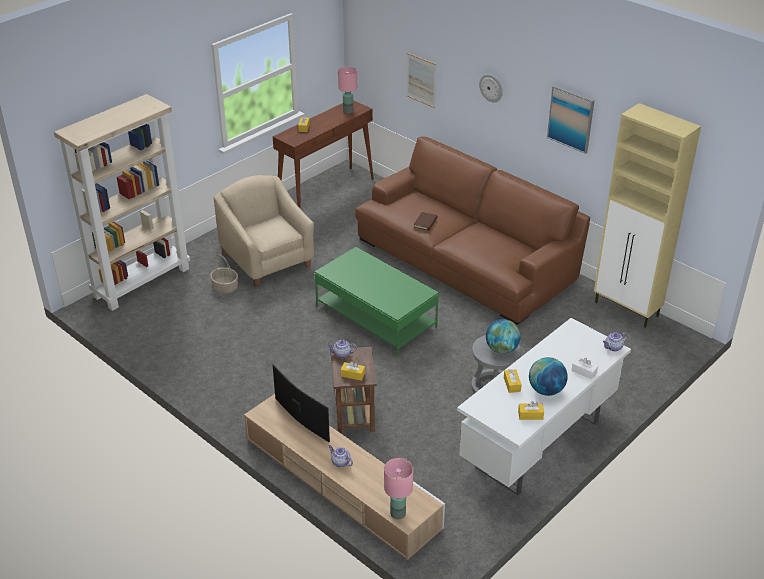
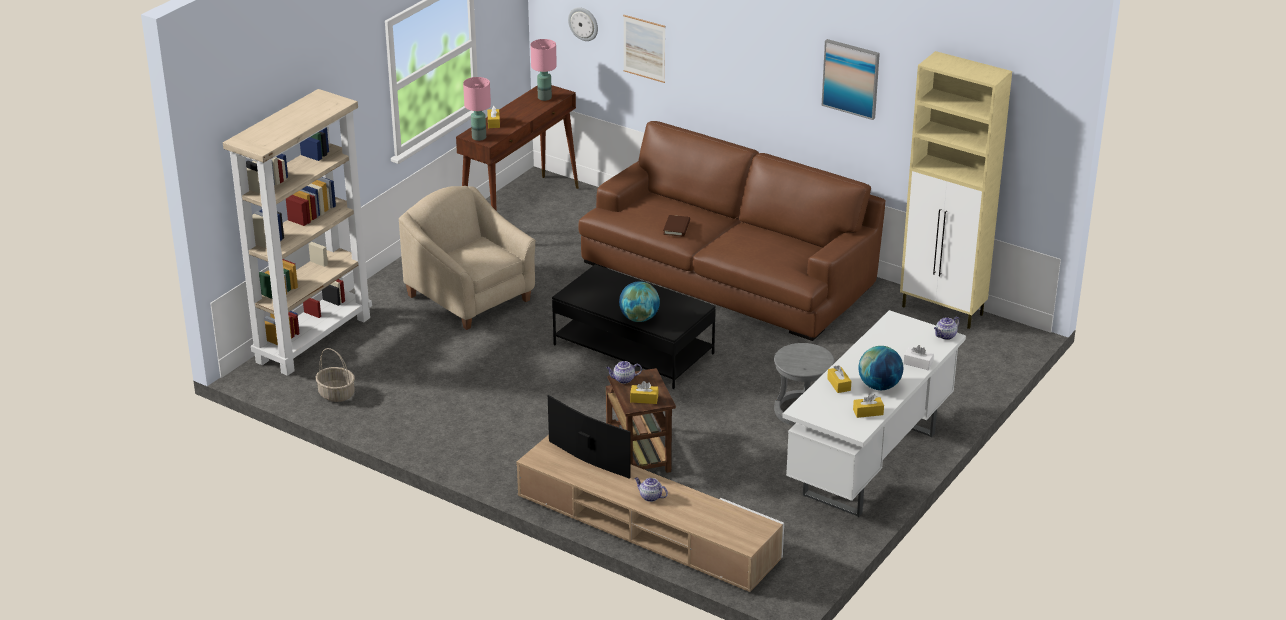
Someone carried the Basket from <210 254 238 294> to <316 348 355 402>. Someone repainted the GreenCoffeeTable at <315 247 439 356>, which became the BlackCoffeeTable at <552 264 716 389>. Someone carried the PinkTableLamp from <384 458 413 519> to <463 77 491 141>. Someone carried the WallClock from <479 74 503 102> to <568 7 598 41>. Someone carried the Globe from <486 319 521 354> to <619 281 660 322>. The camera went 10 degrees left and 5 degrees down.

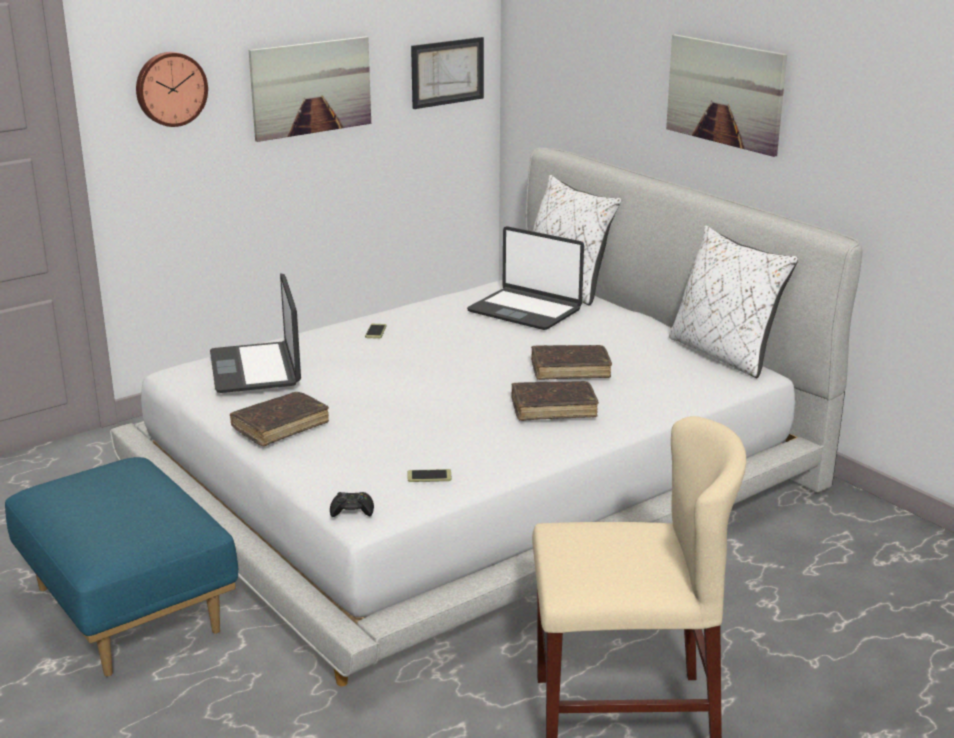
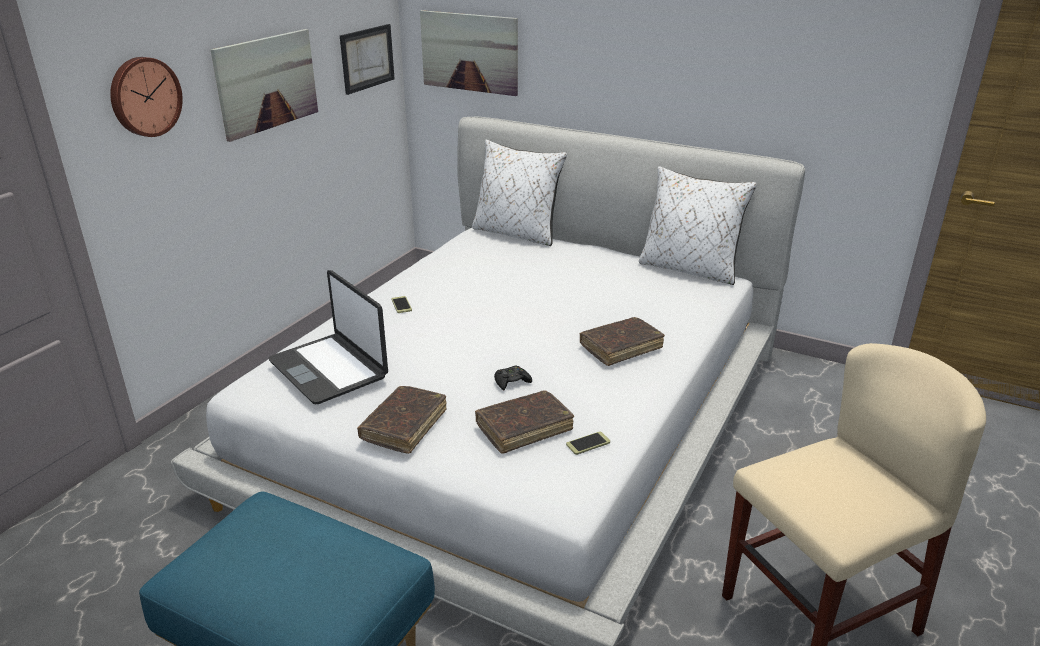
Someone carried the BlackGameController from <330 492 374 517> to <494 365 532 390>. Someone took away the Laptop at <467 226 584 330>. Someone carried the BrownBook from <531 345 612 380> to <475 390 574 454>. Someone carried the Picture from <666 34 787 157> to <420 10 518 96>. The camera went 25 degrees left and 5 degrees up.

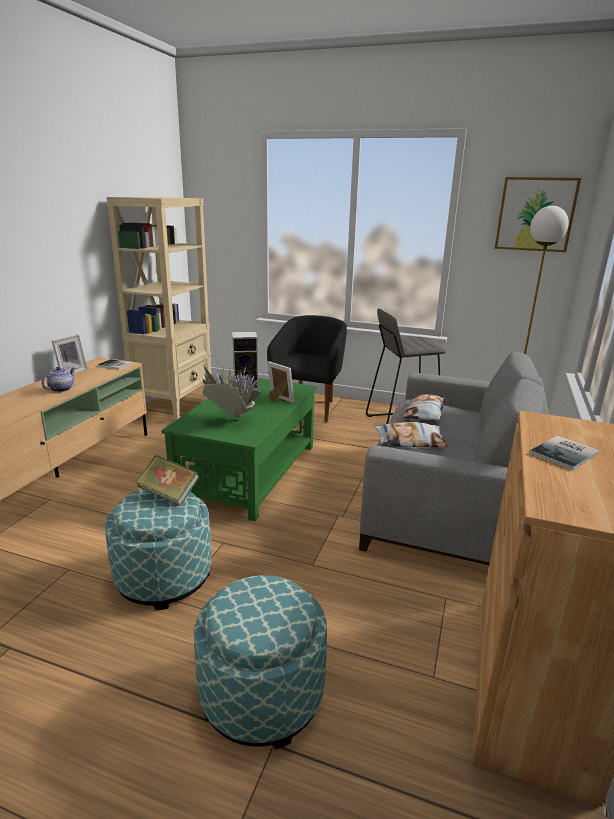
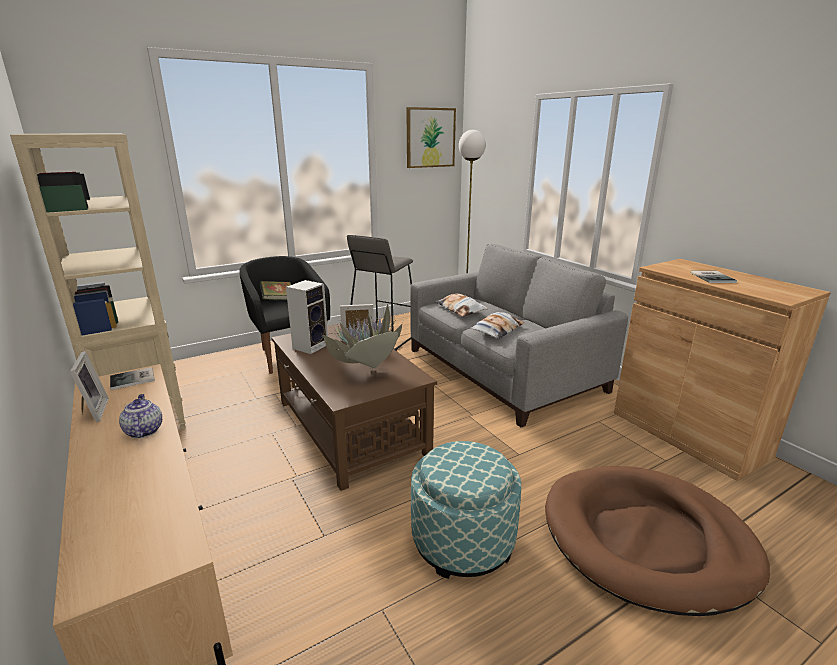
Someone carried the Book from <135 455 200 506> to <260 281 291 300>. Someone repainted the GreenCoffeeTable at <161 378 317 521>, which became the BrownCoffeeTable at <271 323 437 491>. Someone swapped the Ottoman at <194 575 327 750> for the BrownDogBed at <545 466 770 616>. The camera went 50 degrees left and 0 degrees up.

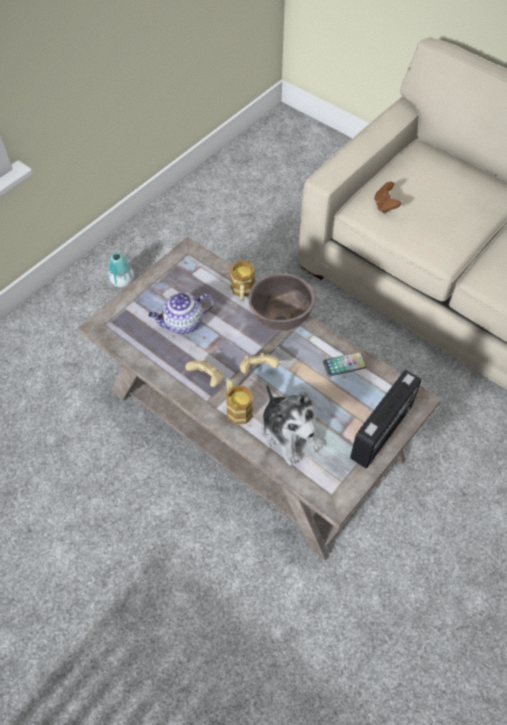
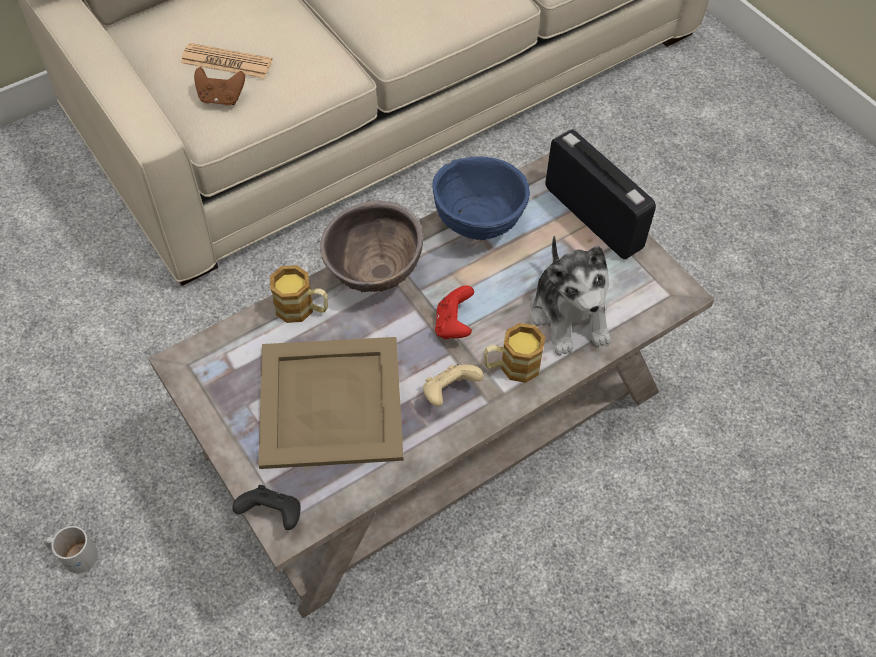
Someone swapped the Vase at <108 253 134 287> for the WhiteMug at <44 526 98 573>. Someone swapped the Teapot at <148 292 214 334> for the BeigeTray at <258 337 404 469>. Someone repainted the BeigeGameController at <240 353 279 373>, which became the RedGameController at <435 285 474 339>. Someone rotated the PlushToy at <261 383 323 466> by 90 degrees clockwise. Someone swapped the Phone at <323 352 367 376> for the BlueBowl at <432 156 530 240>. Someone put down the Newspaper at <181 43 273 78>. Someone put down the BlackGameController at <232 485 300 530>. The camera went 75 degrees left and 0 degrees up.

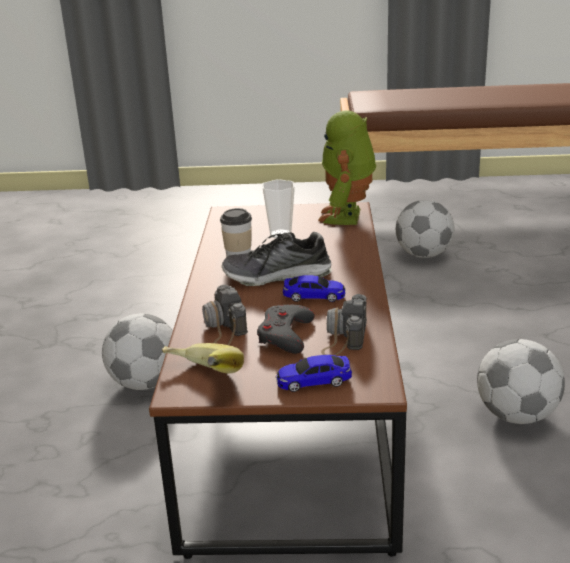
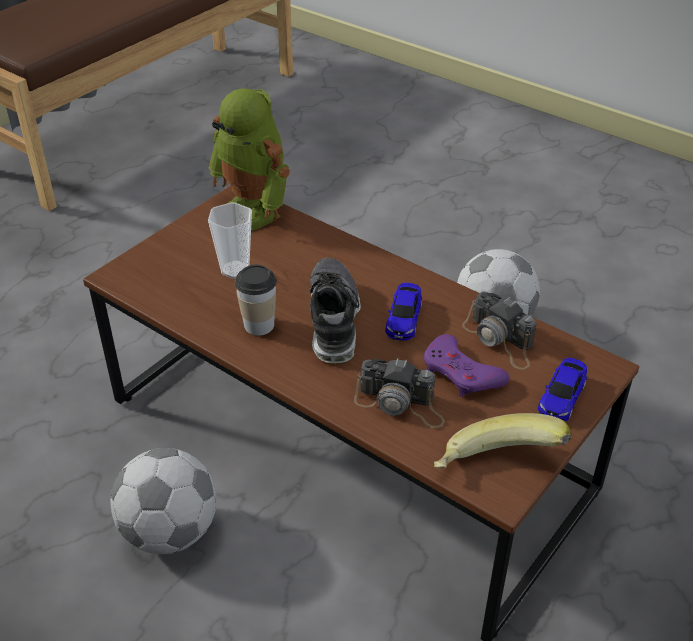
Someone rotated the Shoe at <222 232 332 286> by 150 degrees clockwise. Someone repainted the GreyGameController at <257 305 315 354>, which became the PurpleGameController at <424 334 509 397>. Someone rotated the ToyCar at <283 275 346 302> by 150 degrees clockwise. Someone took away the Football at <396 200 455 258>. The camera went 55 degrees left and 15 degrees up.

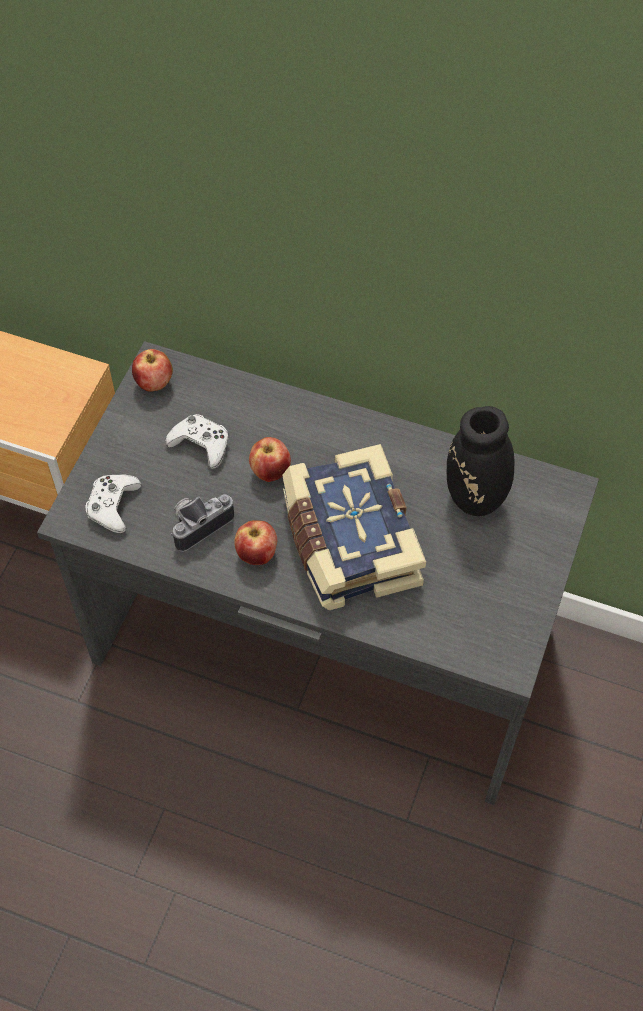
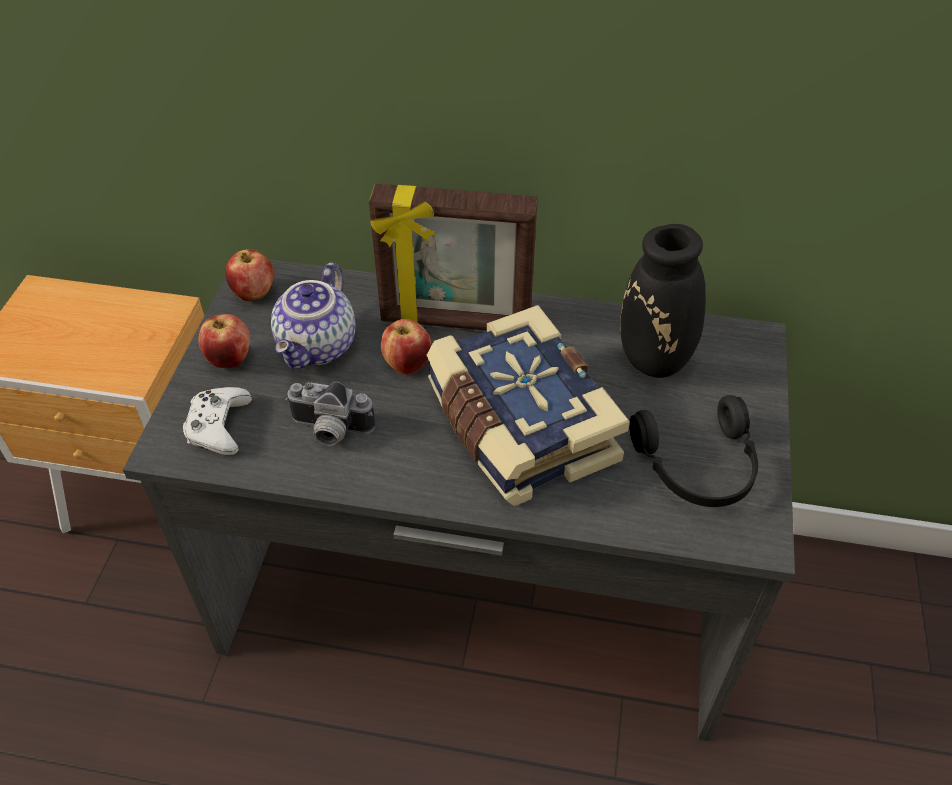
Someone swapped the WhiteGameController at <165 414 228 469> for the Teapot at <271 262 355 369>. Someone rotated the PhotoCamera at <170 494 234 552> by 120 degrees counterclockwise. Someone carried the Apple from <234 520 277 565> to <198 314 250 368>. Someone put down the PictureFrame at <369 183 538 331>. Someone put down the BlackHeadphones at <629 395 758 507>. The camera went 10 degrees left and 10 degrees down.

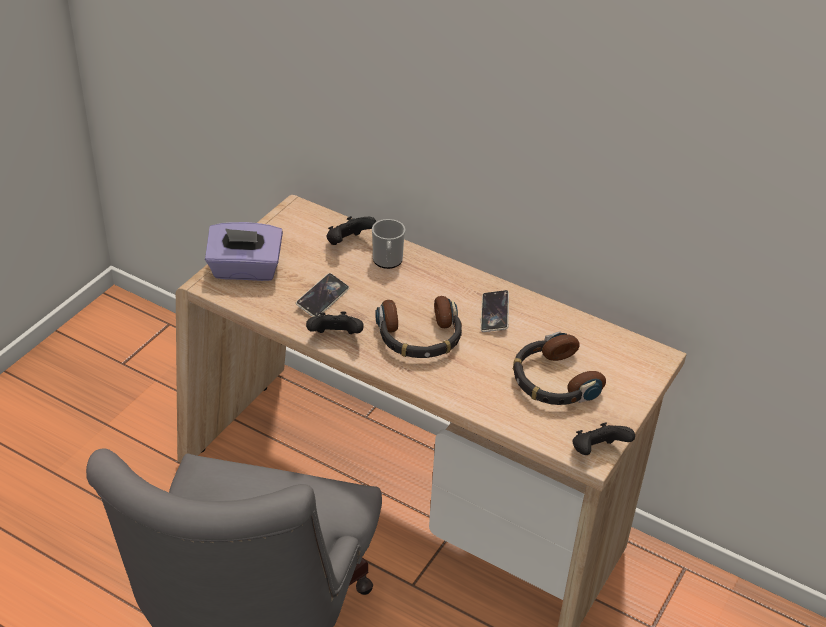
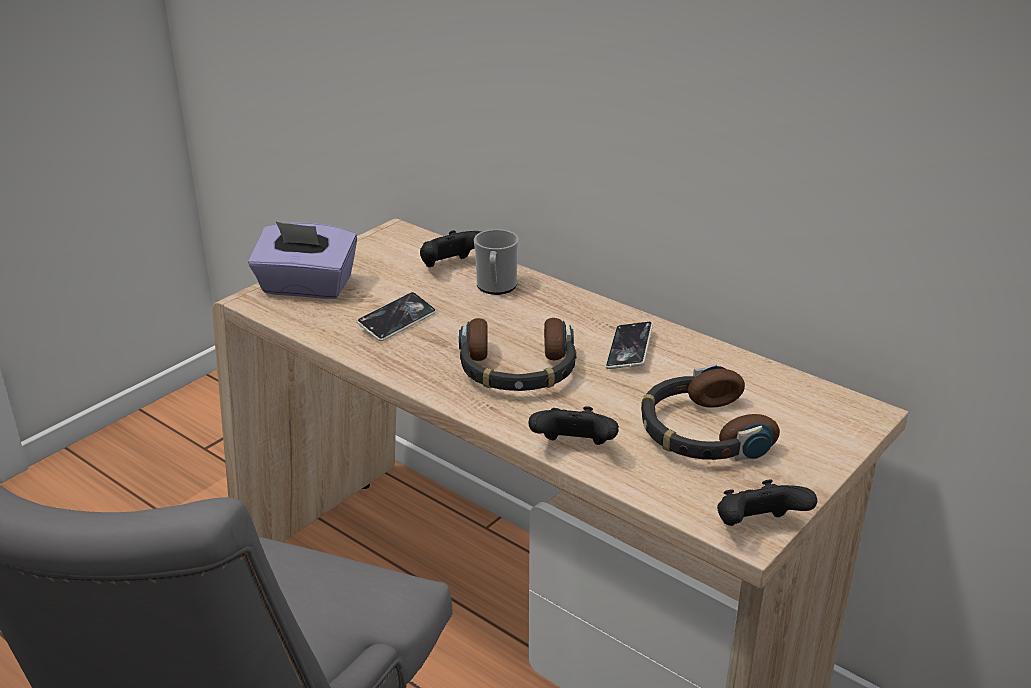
Someone carried the BlackGameController from <306 311 363 334> to <528 406 619 445>. The camera went 10 degrees right and 10 degrees down.

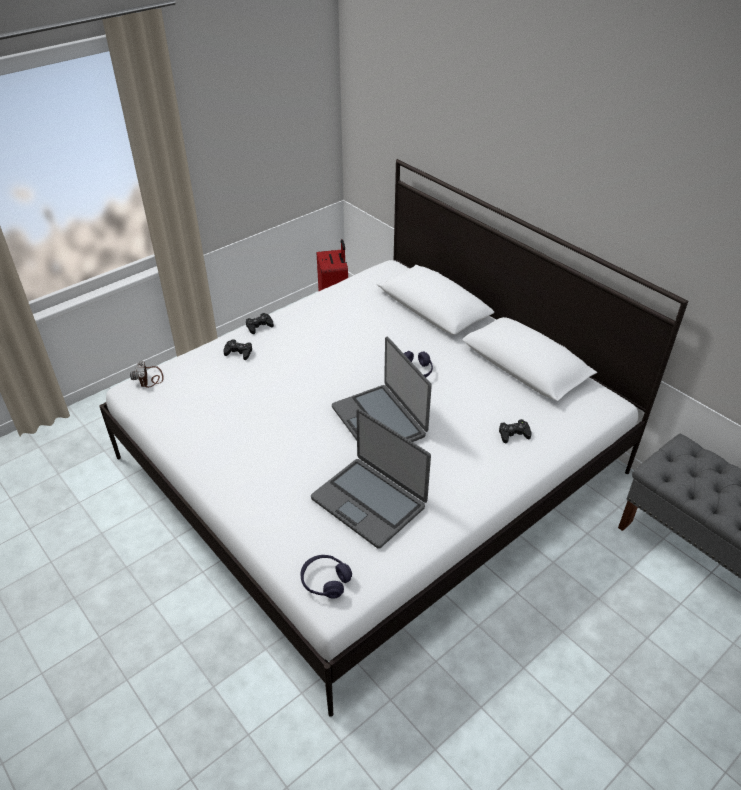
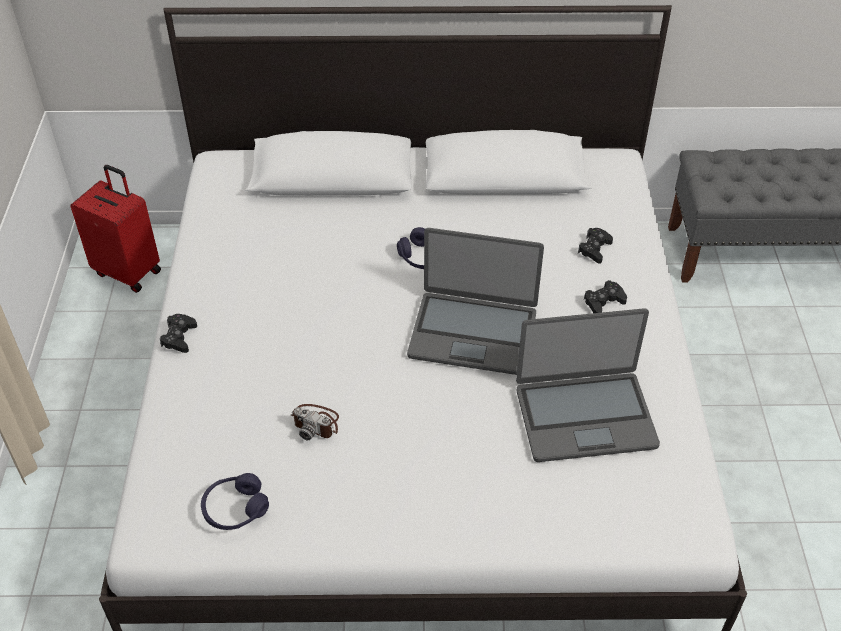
Someone carried the PhotoCamera from <130 361 164 388> to <291 404 339 440>. Someone carried the BlackGameController from <223 339 252 360> to <584 280 627 313>. Someone carried the PurpleHeadphones from <301 555 352 599> to <201 473 269 530>. The camera went 50 degrees left and 5 degrees up.

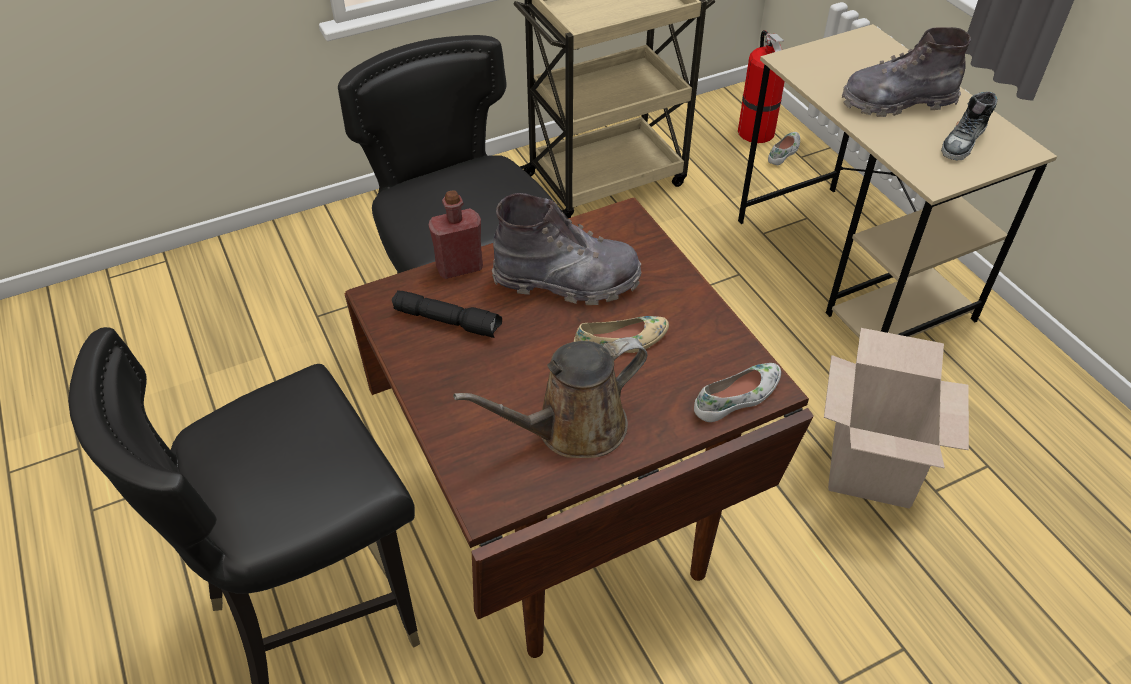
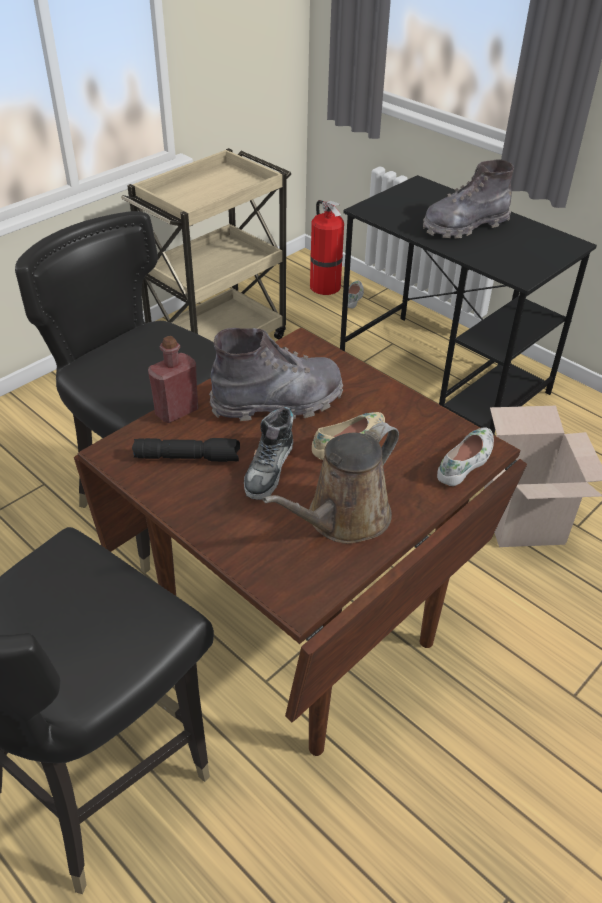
Someone repainted the BeigeDesk at <738 24 1057 338>, which became the BlackDesk at <340 175 597 435>. Someone carried the Shoe from <941 92 998 160> to <244 407 294 500>. The camera went 20 degrees left and 5 degrees down.

